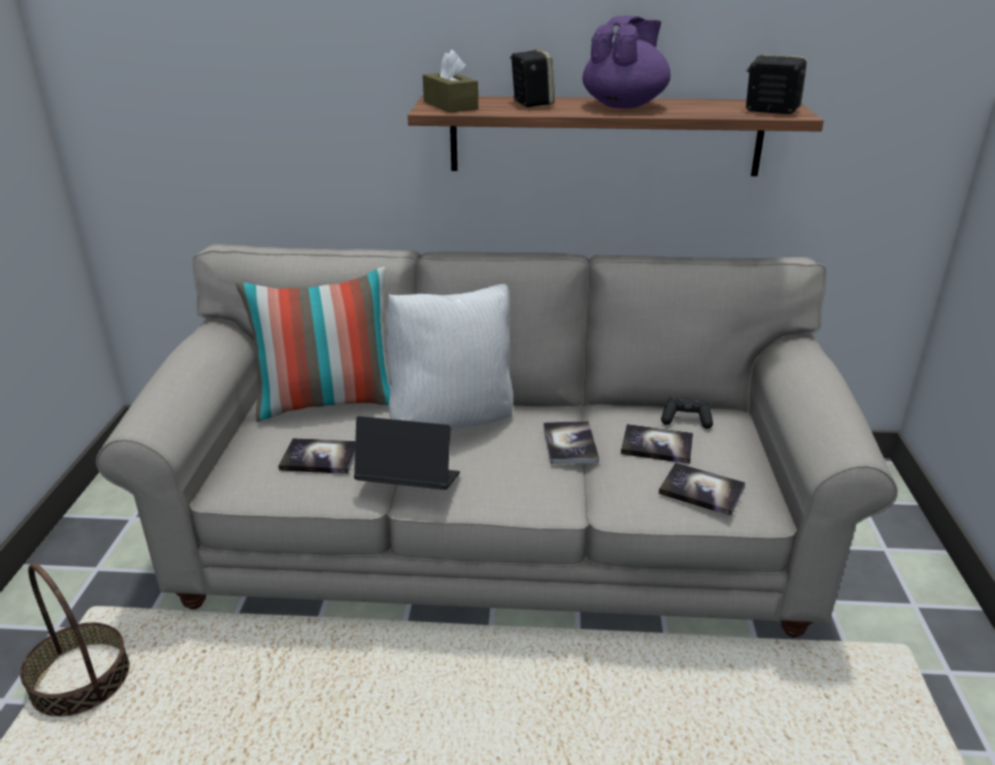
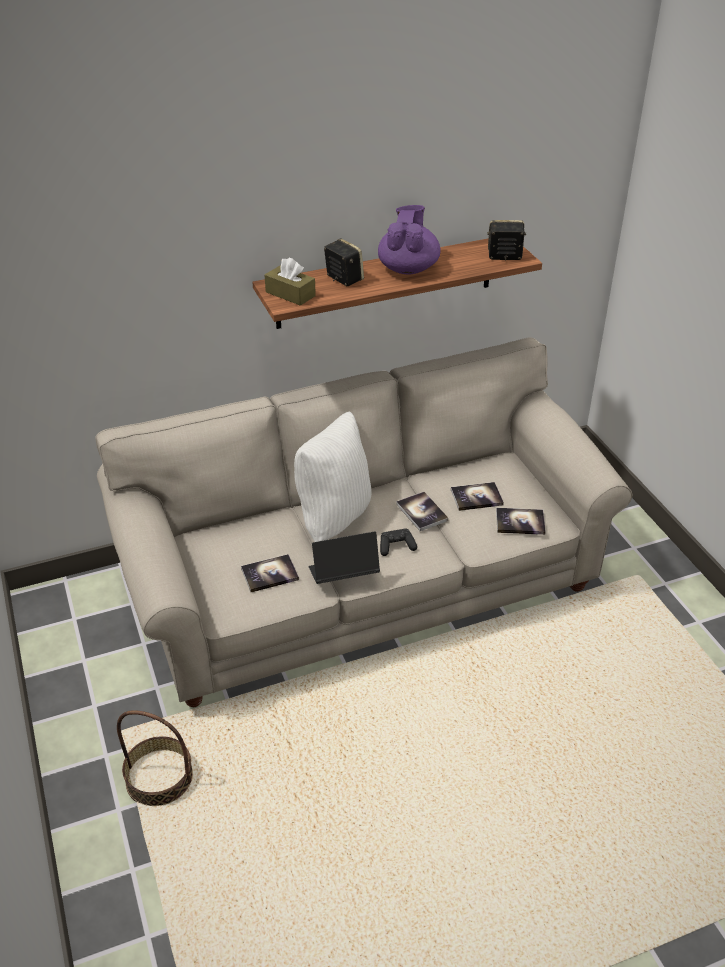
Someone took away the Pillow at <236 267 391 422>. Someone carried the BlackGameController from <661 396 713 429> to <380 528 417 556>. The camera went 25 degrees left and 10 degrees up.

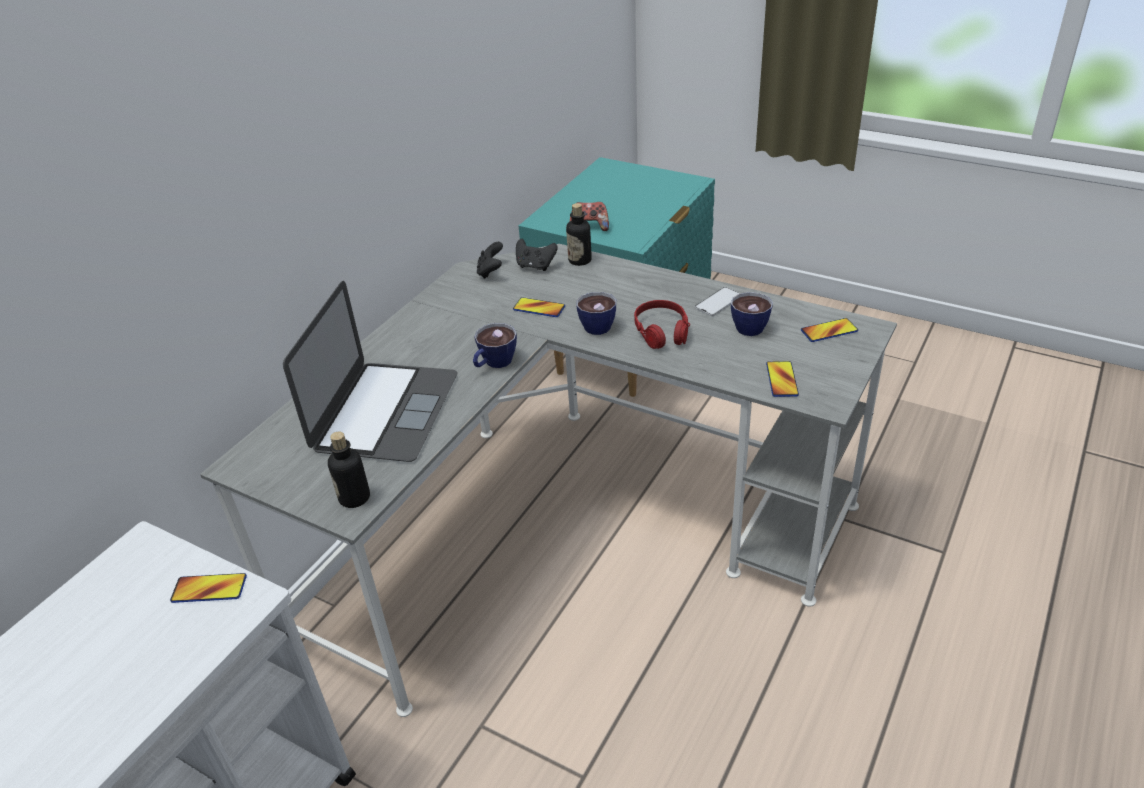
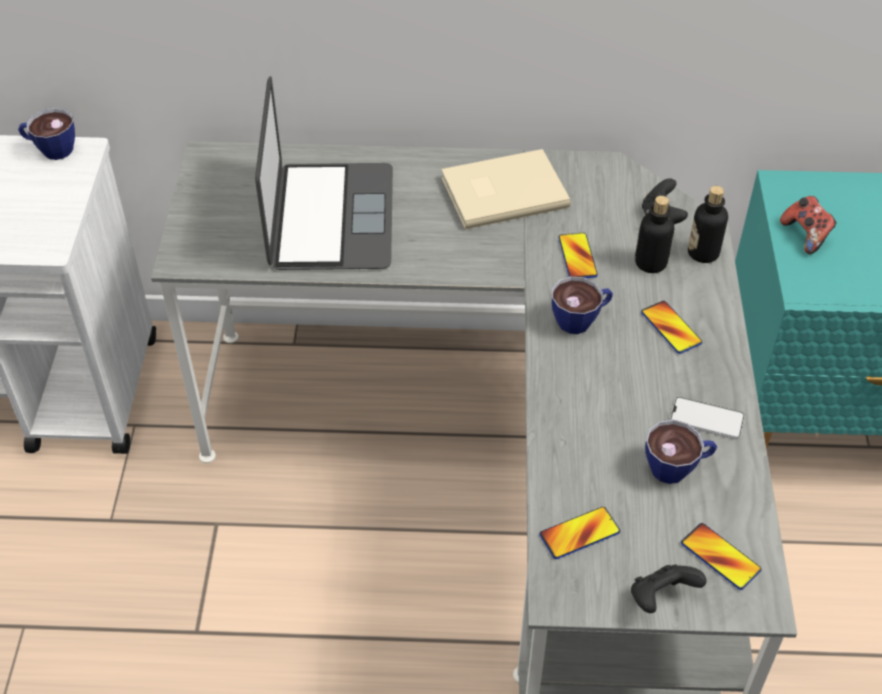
Someone carried the Phone from <170 573 247 603> to <641 301 702 354>. Someone rotated the Laptop at <283 281 457 462> by 75 degrees counterclockwise. Someone carried the Bottle from <328 431 370 508> to <635 196 675 273>. Someone carried the Cup from <473 323 517 368> to <18 108 75 160>. Someone carried the BlackGameController from <477 242 503 279> to <631 565 707 613>. Someone took away the RedHeadphones at <634 300 690 349>. Someone put down the BeigeBook at <441 149 570 230>. The camera went 60 degrees right and 10 degrees up.

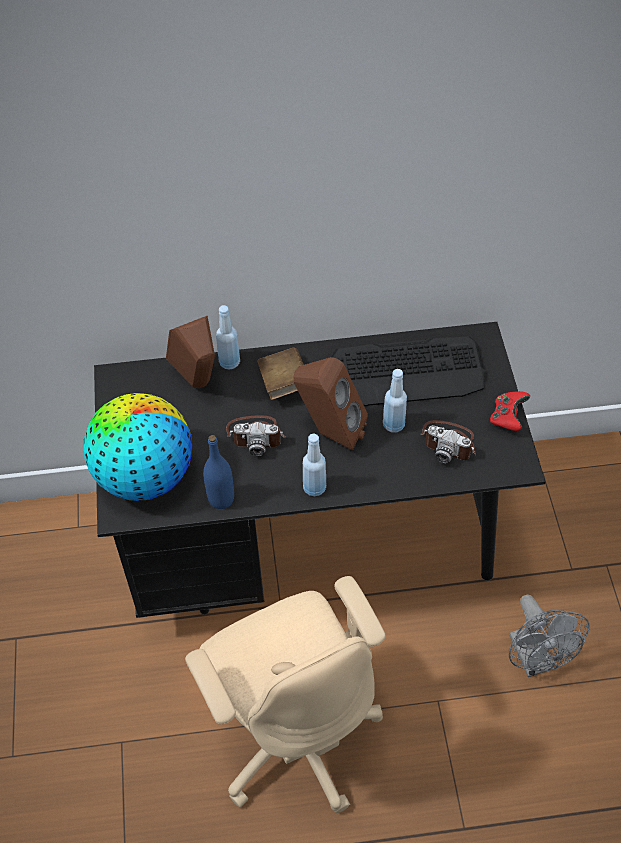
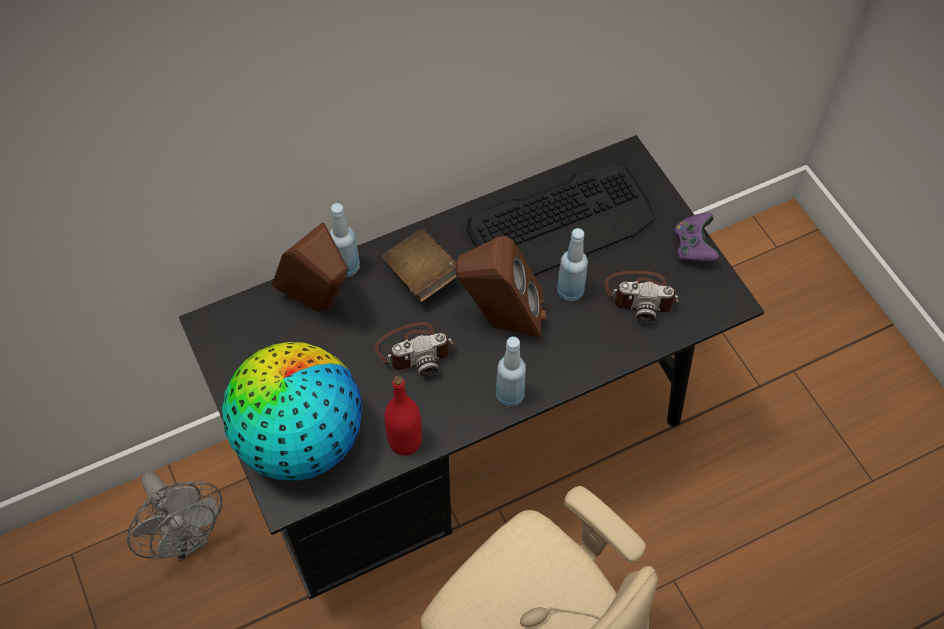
Someone repainted the BlueBottle at <203 435 234 509>, which became the RedBottle at <384 376 422 456>. Someone repainted the RedGameController at <490 391 530 431>, which became the PurpleGameController at <675 213 719 262>. Someone carried the GreyFan from <509 595 589 677> to <127 472 222 561>. The camera went 20 degrees left and 5 degrees up.

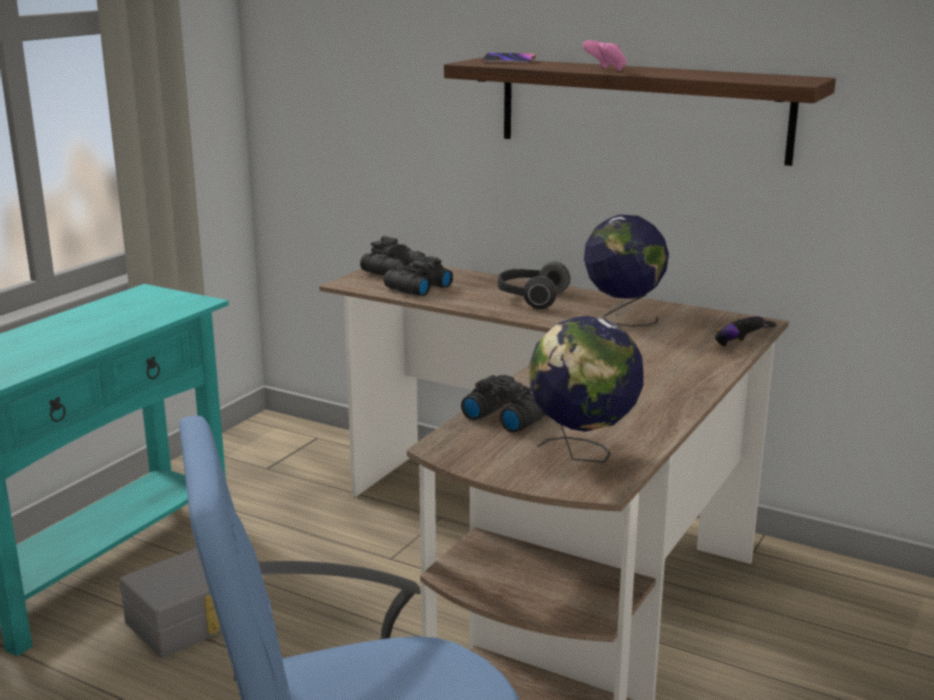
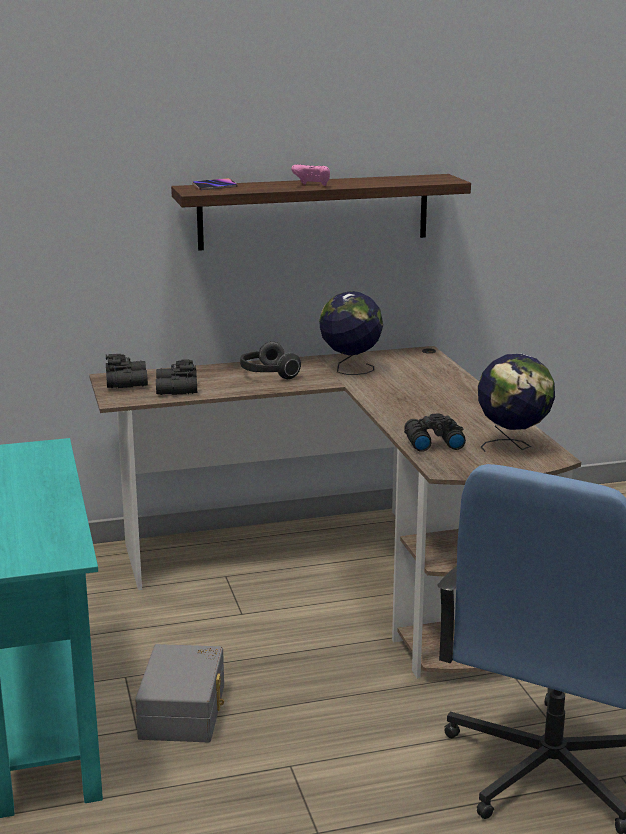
Someone took away the GameController at <715 317 765 348>. The camera went 45 degrees left and 0 degrees up.

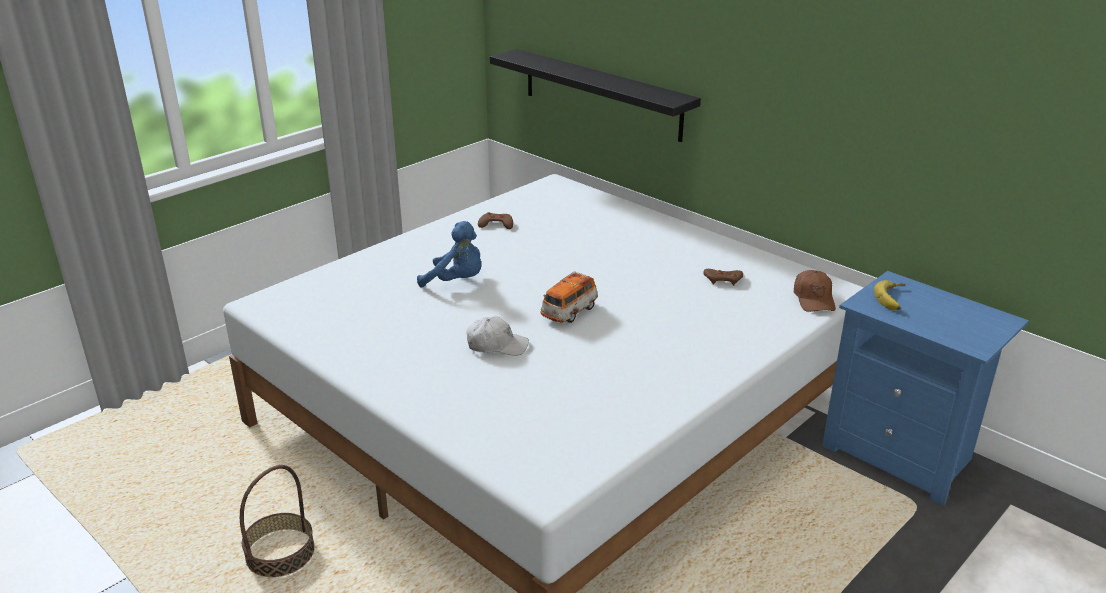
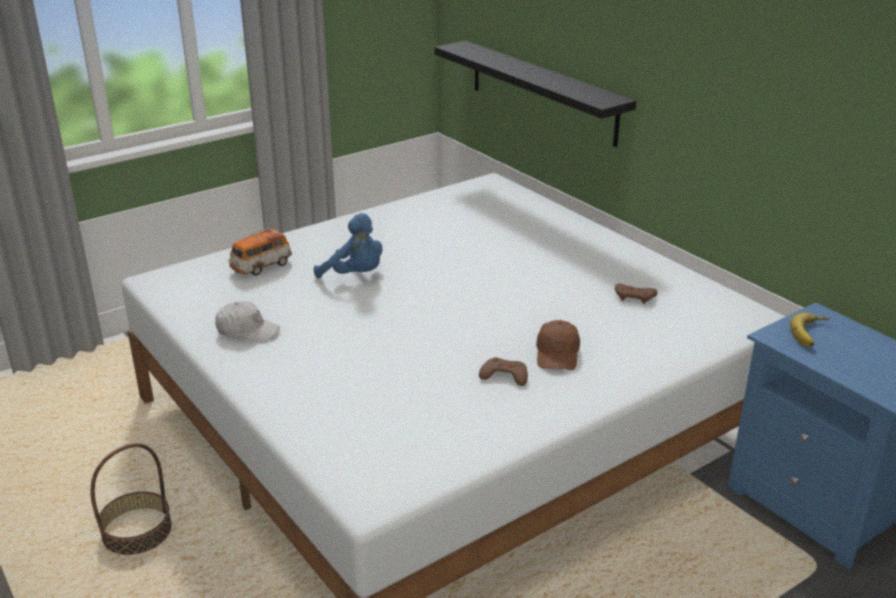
Someone carried the WhiteCap from <467 316 529 356> to <215 301 280 343>. Someone carried the BrownGameController from <478 212 513 229> to <479 357 528 386>. Someone carried the ToyCar from <540 271 598 323> to <228 228 292 276>. Someone carried the BrownCap from <794 270 836 312> to <536 320 580 370>. The camera went 10 degrees right and 0 degrees up.

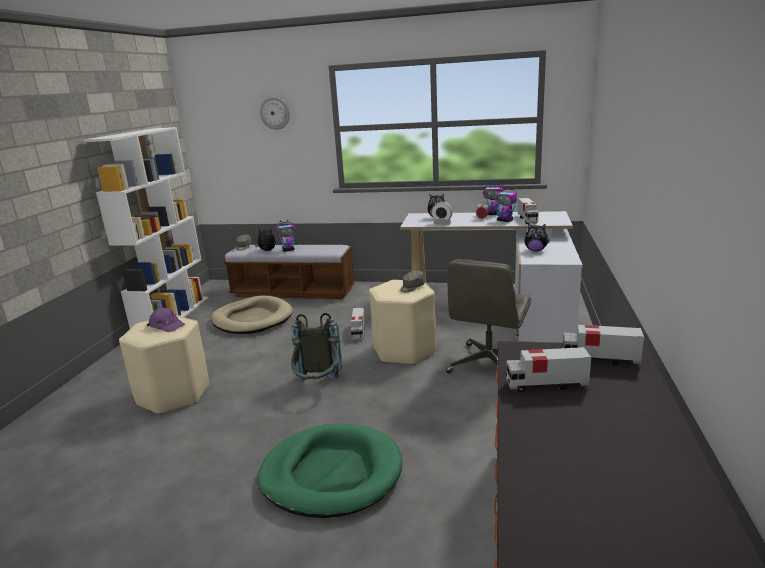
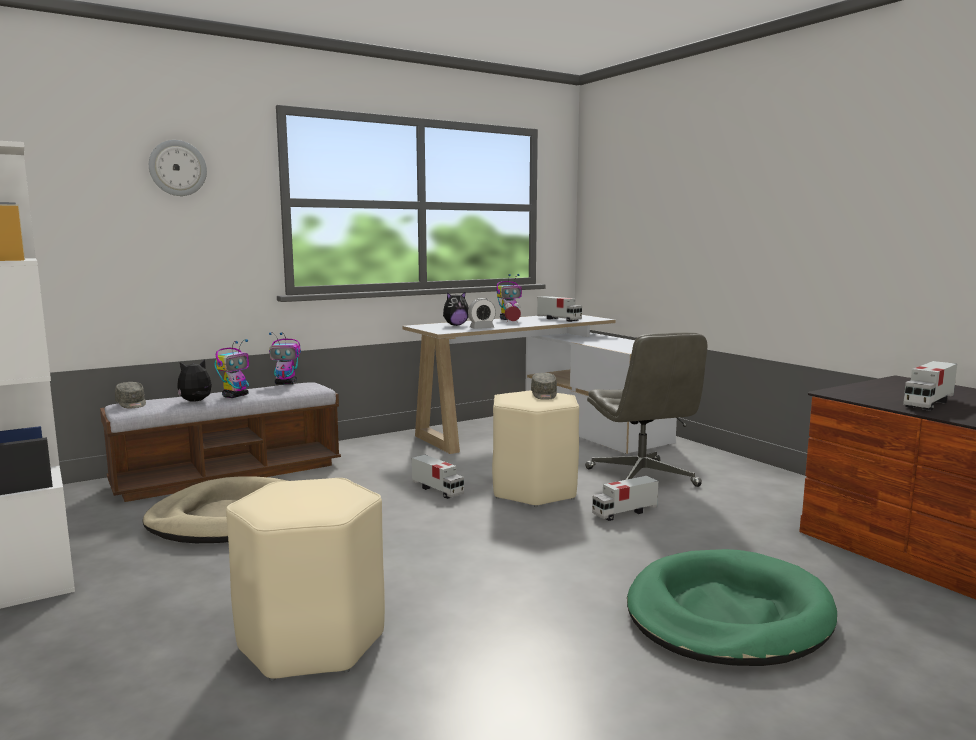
Someone took away the PurpleCap at <147 308 186 332>. Someone took away the GreyBackpack at <291 313 342 380>. Someone carried the ToyRobot from <494 185 517 222> to <269 332 301 385>. Someone took away the PlushToy at <524 224 550 251>. Someone carried the ToyTruck from <561 325 645 365> to <592 476 658 521>. The camera went 45 degrees left and 10 degrees down.

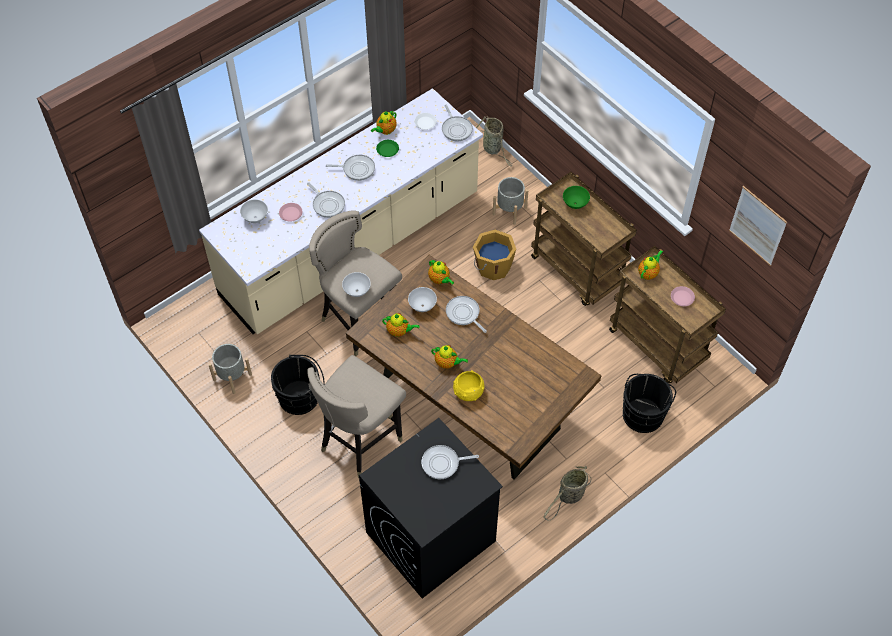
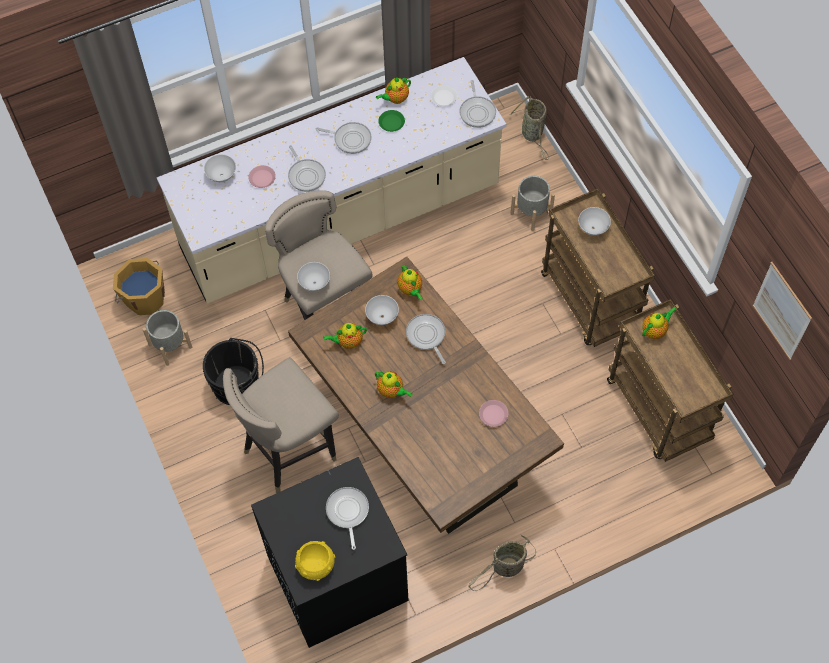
Someone rotated the Teapot at <382 313 420 337> by 135 degrees clockwise. Someone rotated the FryingPan at <421 445 479 479> by 75 degrees clockwise. Someone carried the YellowBowl from <453 370 484 401> to <295 541 336 581>. Someone carried the OrangeBucket from <473 230 516 280> to <113 258 165 315>. Someone repainted the GreenBowl at <563 186 590 209>, which became the WhiteBowl at <578 207 611 236>. Someone took away the BlackBucket at <622 374 676 433>. Someone carried the PinkPlate from <671 286 695 306> to <479 400 508 427>. The camera went 15 degrees right and 5 degrees up.

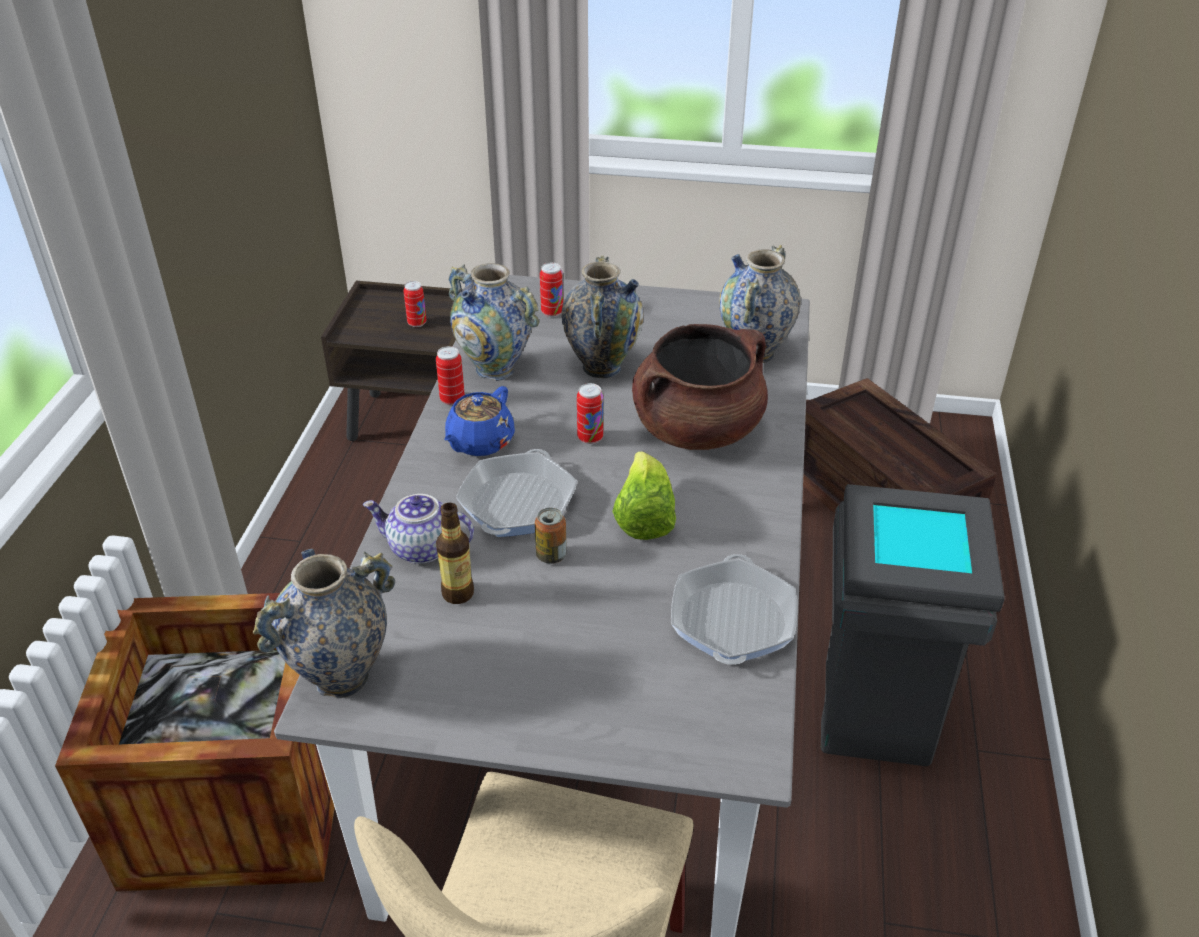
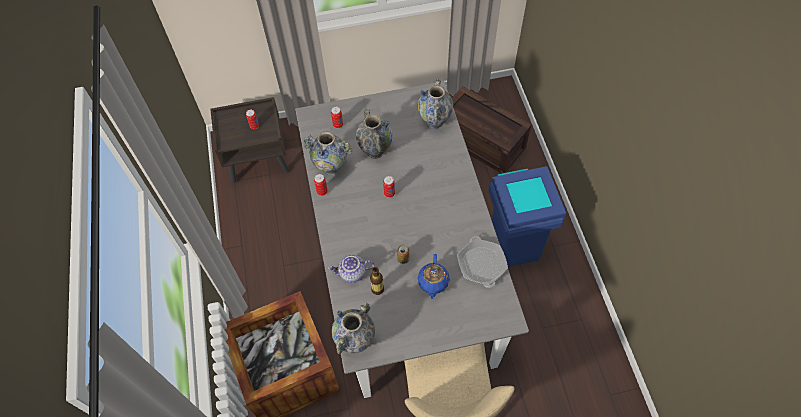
Someone carried the BlueTeapot from <444 386 515 456> to <418 254 450 299>. Someone took away the FryingPan at <456 449 577 537>. Someone took away the Lettuce at <612 451 676 540>. Someone took away the BrownCookingPot at <632 324 768 450>. Someone repainted the GreyTrashCan at <821 484 1005 766>, which became the BlueTrashCan at <489 166 566 267>. The camera went 20 degrees left and 20 degrees up.

